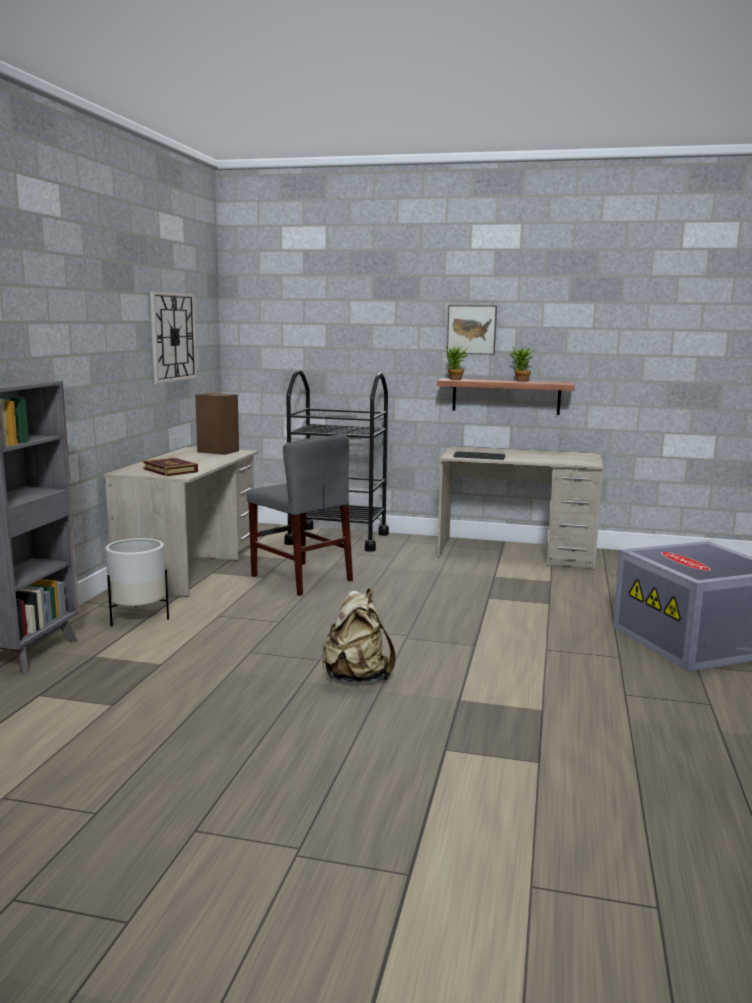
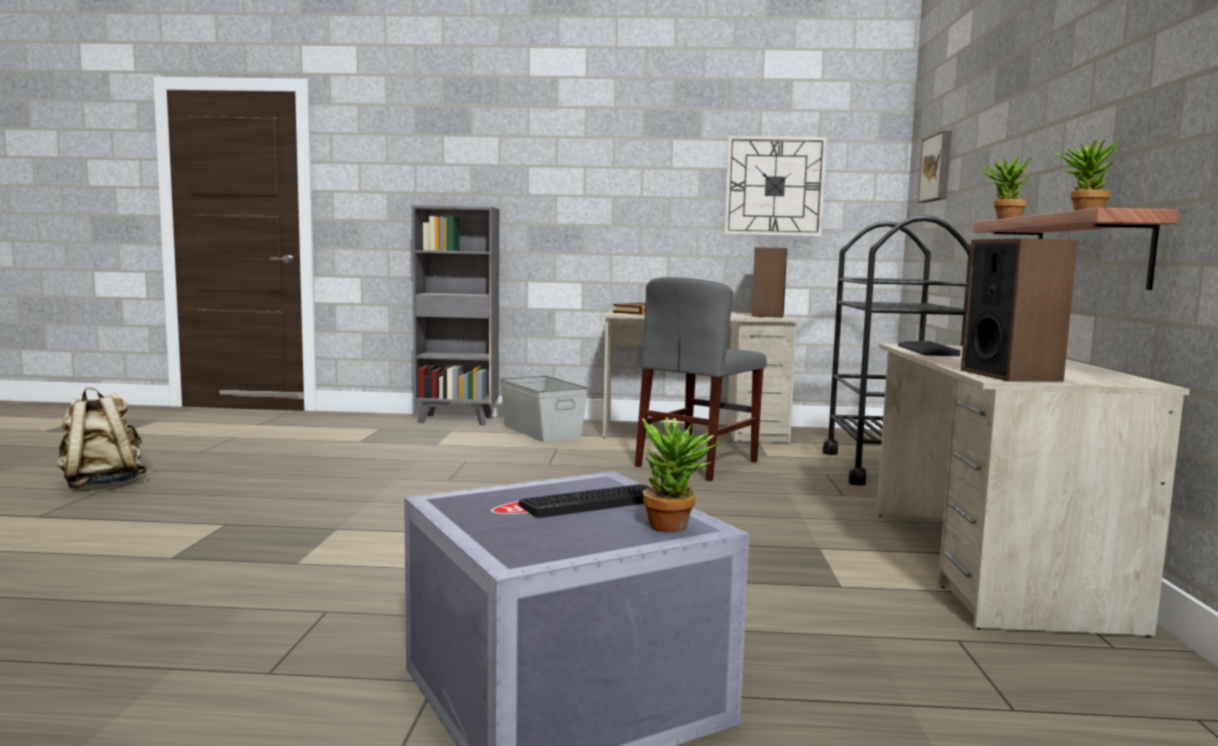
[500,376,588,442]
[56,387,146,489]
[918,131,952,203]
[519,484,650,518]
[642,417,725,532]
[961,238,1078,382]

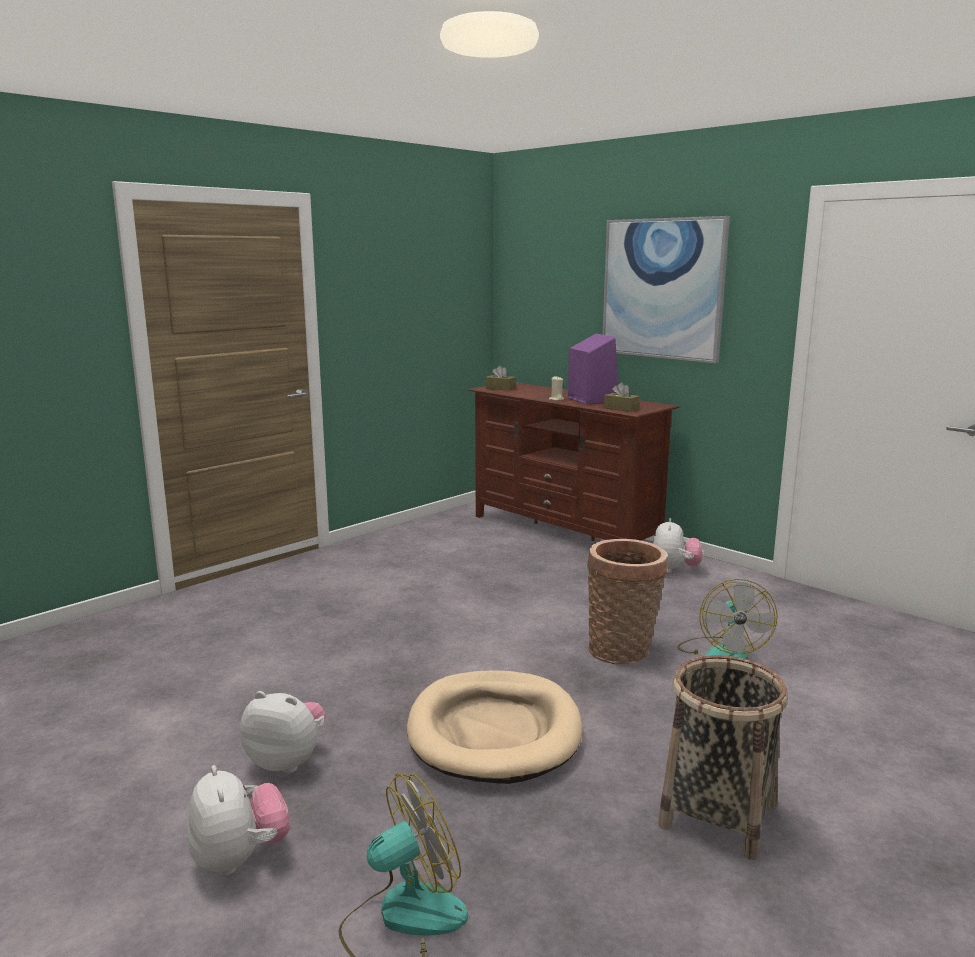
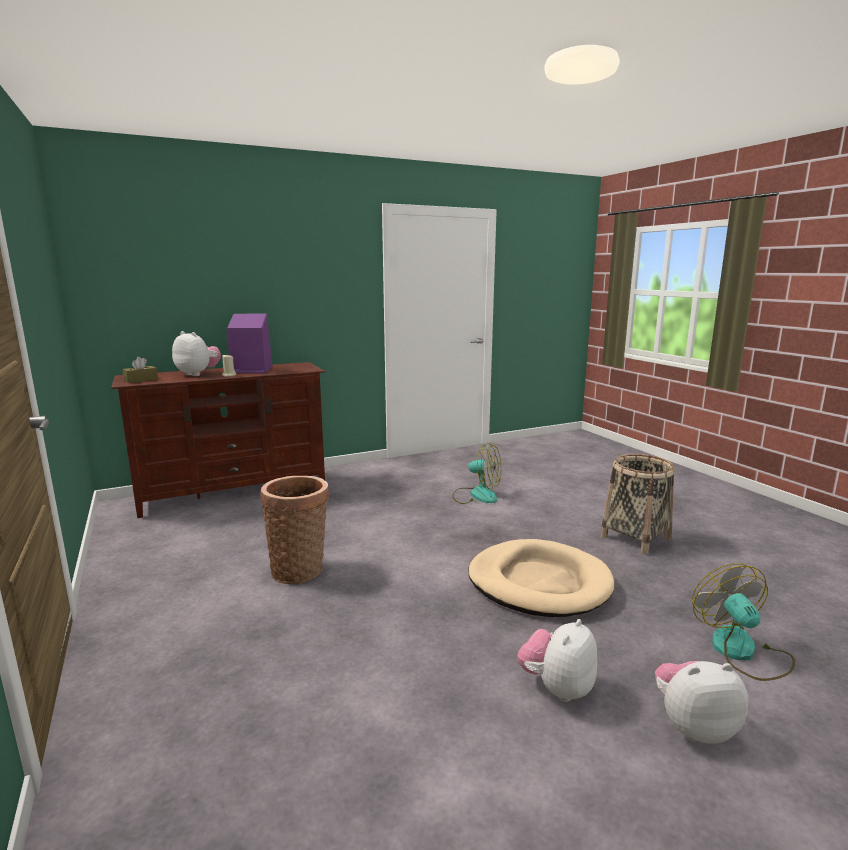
[260,476,329,584]
[603,216,730,363] (first image)
[604,382,640,412] (first image)
[172,331,221,376]

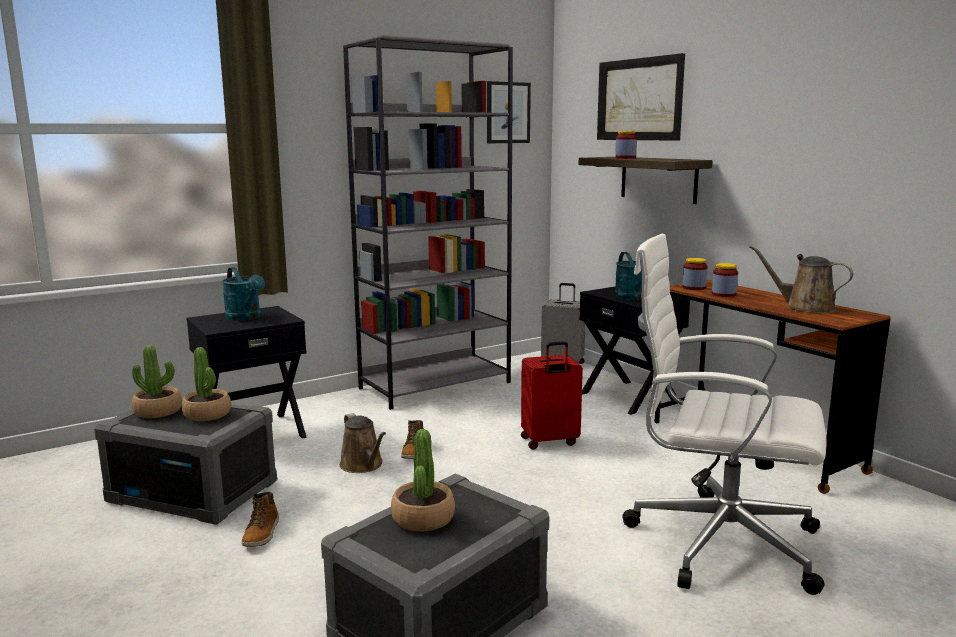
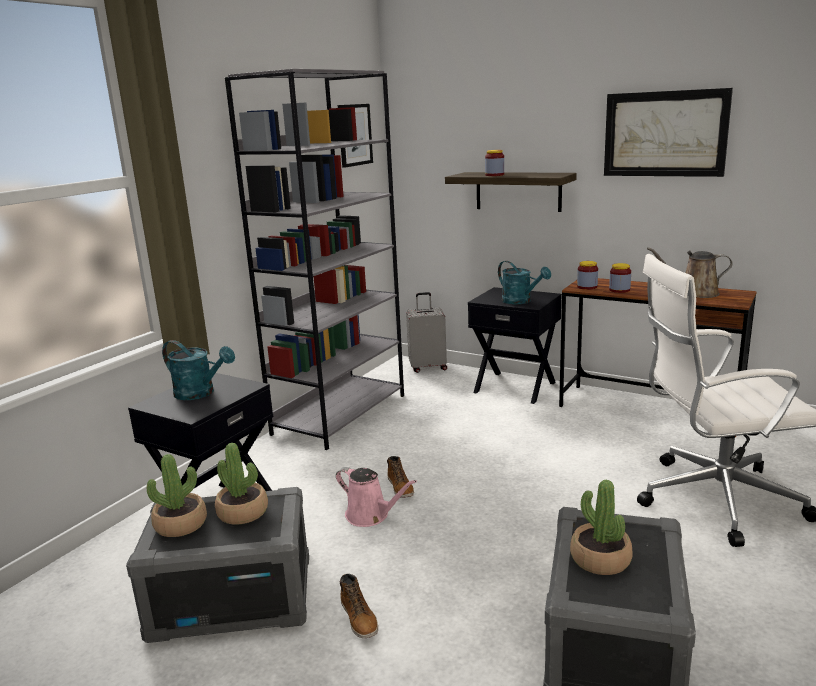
[336,467,417,527]
[521,341,583,450] (first image)
[604,88,733,177]

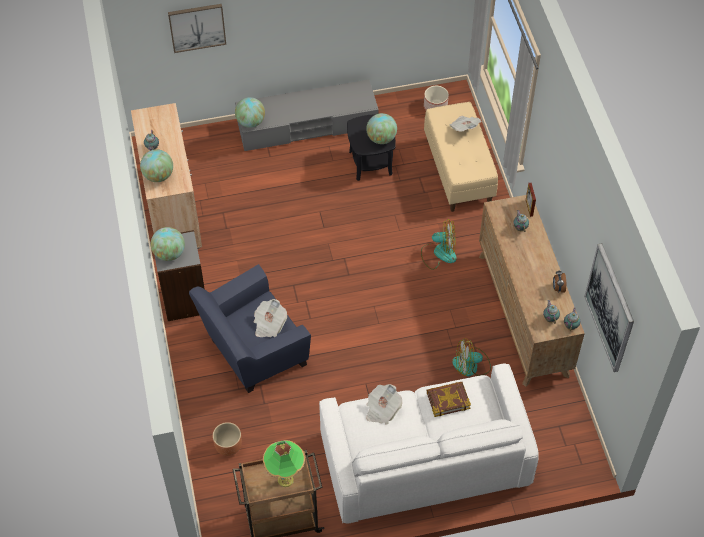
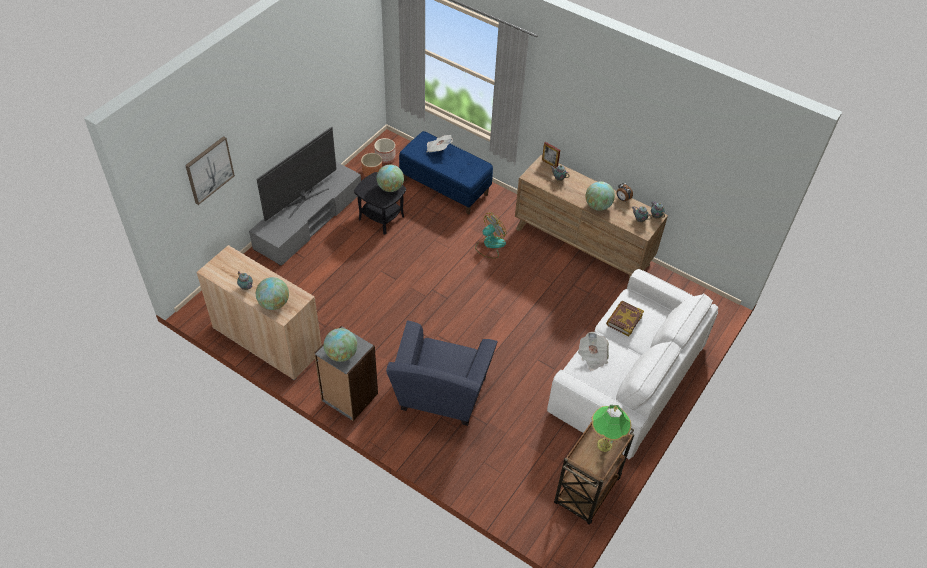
[361,153,382,177]
[586,181,615,211]
[254,299,287,337] (first image)
[399,131,493,215]
[452,338,491,376] (first image)
[584,243,634,372] (first image)
[257,126,337,221]

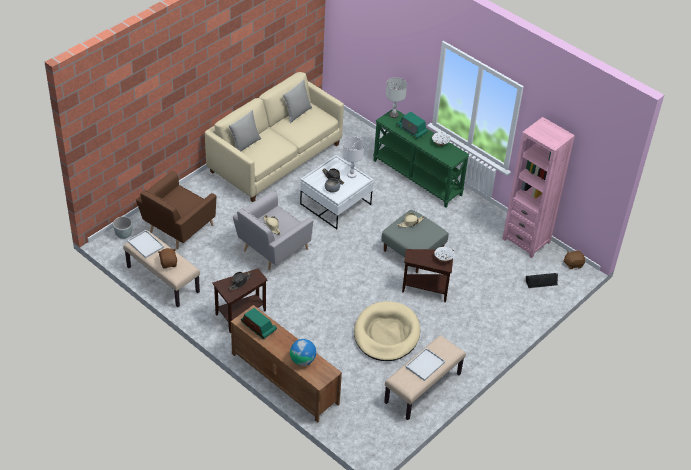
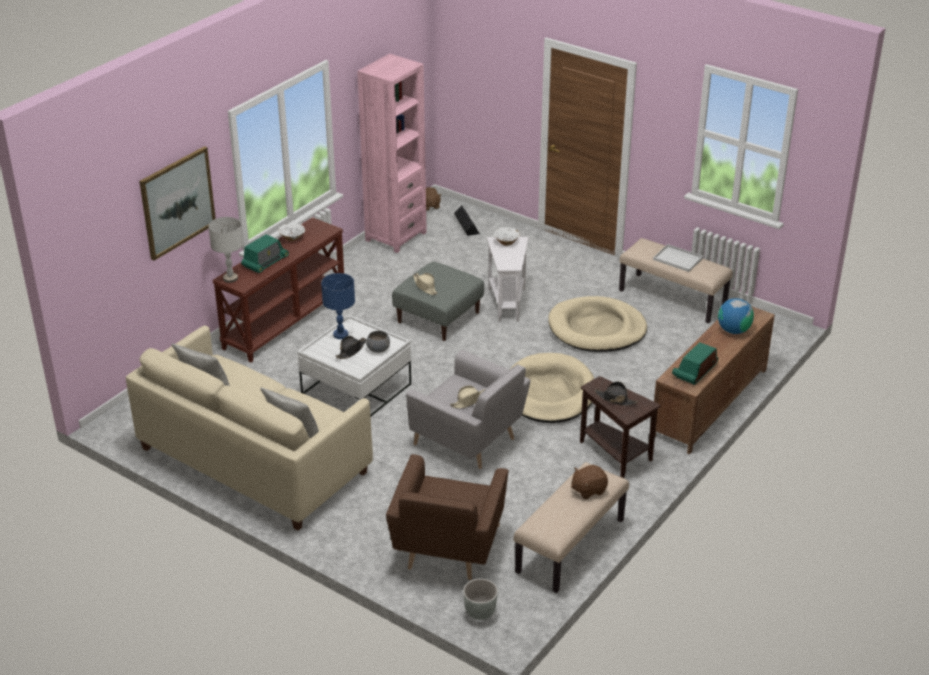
[127,230,164,258] (first image)
[386,454,509,580]
[321,273,355,339]
[212,217,344,363]
[487,237,528,322]
[139,146,216,261]
[510,353,594,423]

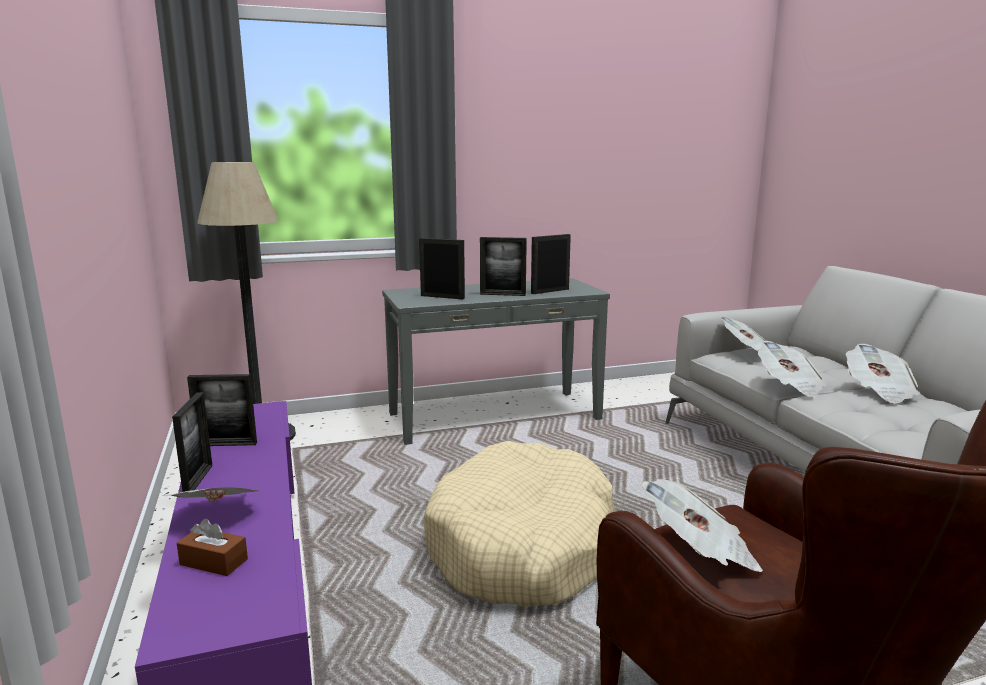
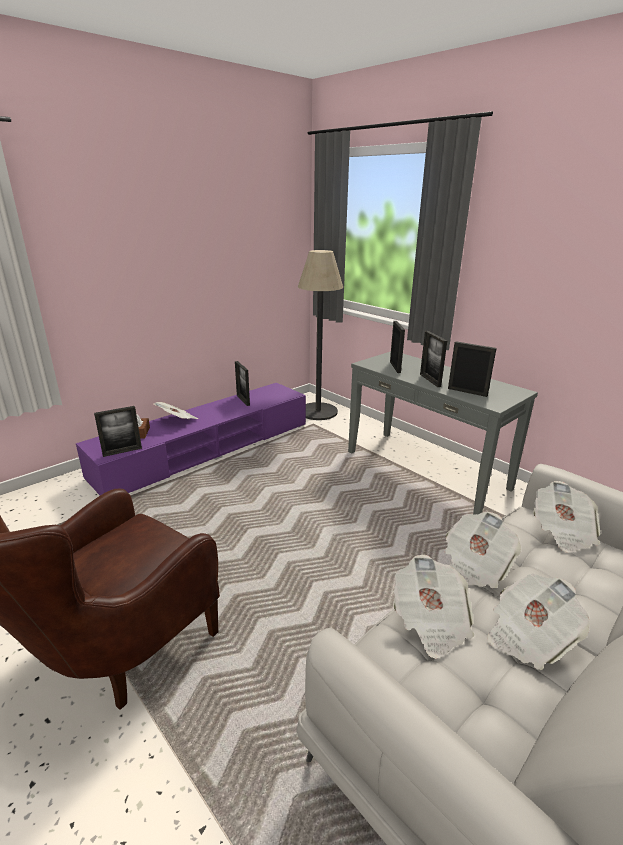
[94,406,142,457]
[424,441,615,607] (first image)
[393,555,474,659]

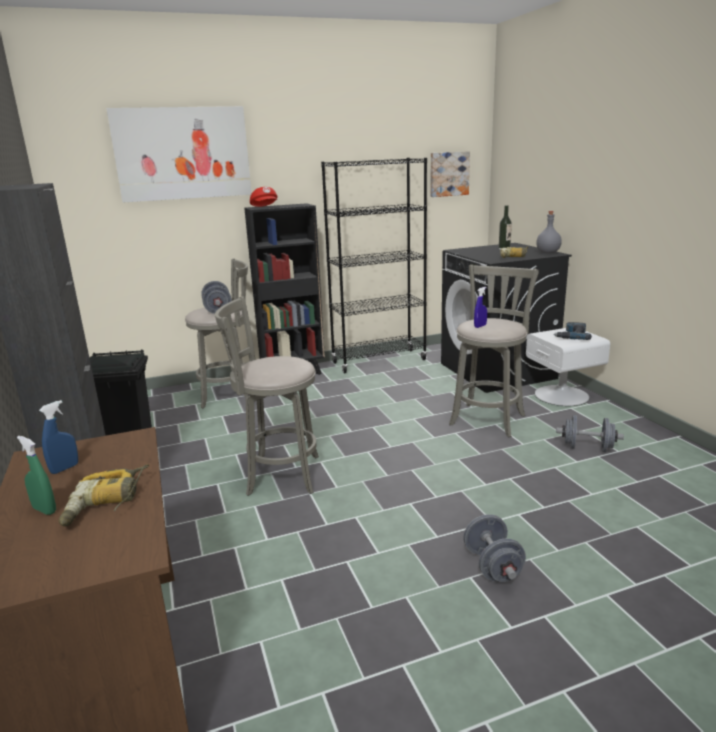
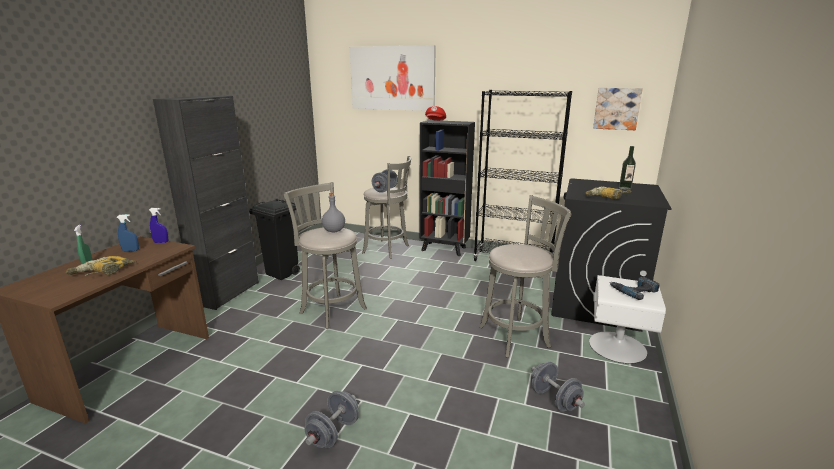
[149,208,168,243]
[322,193,345,232]

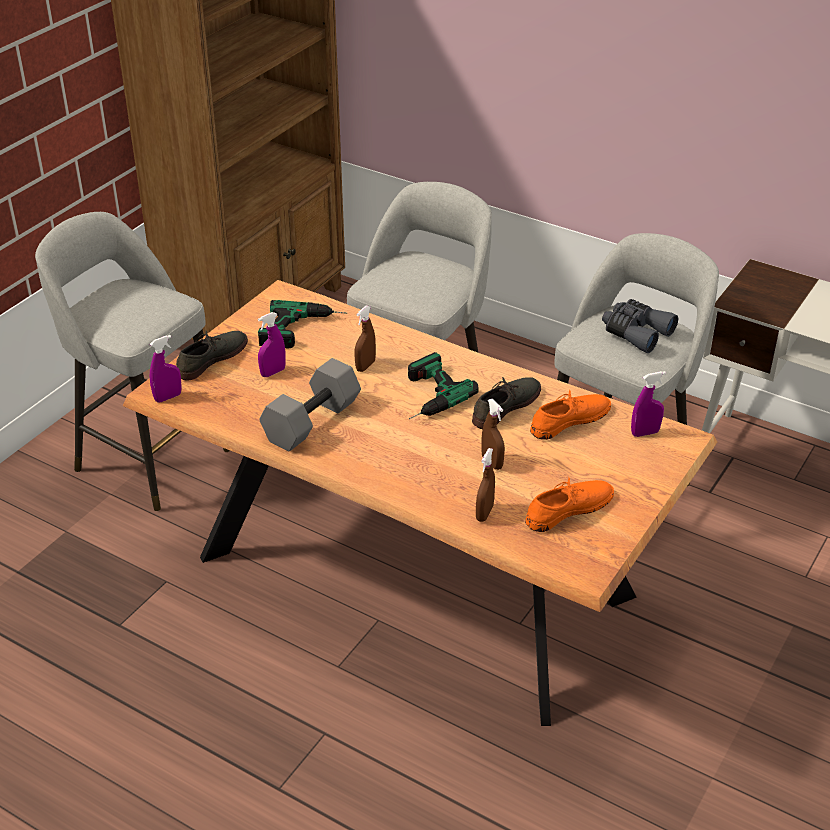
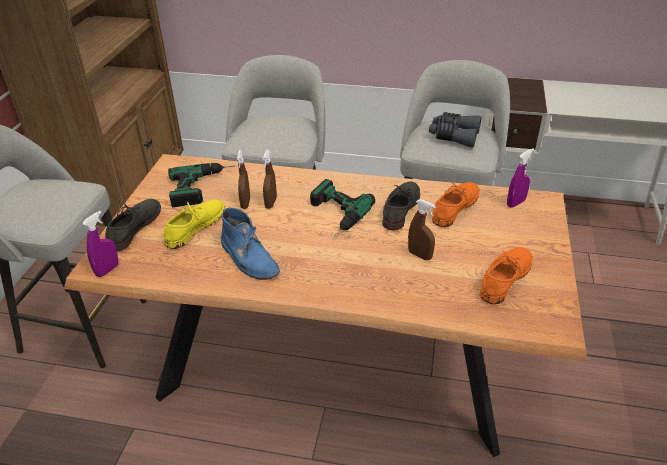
[163,200,225,249]
[221,207,280,280]
[237,150,250,209]

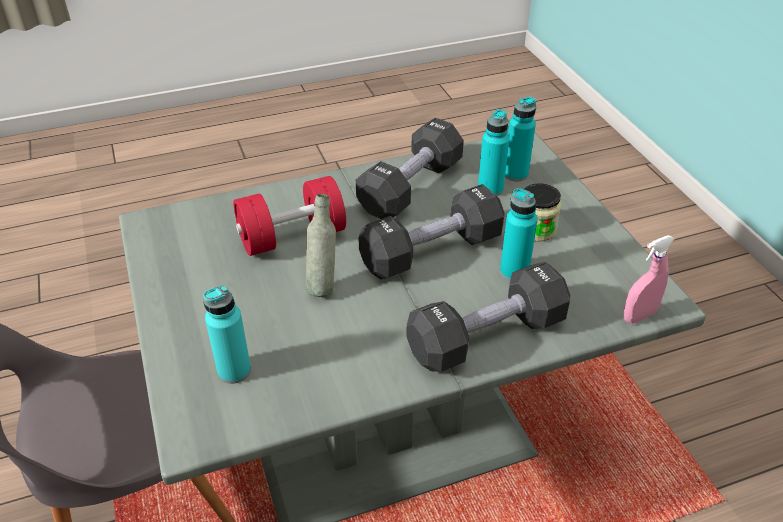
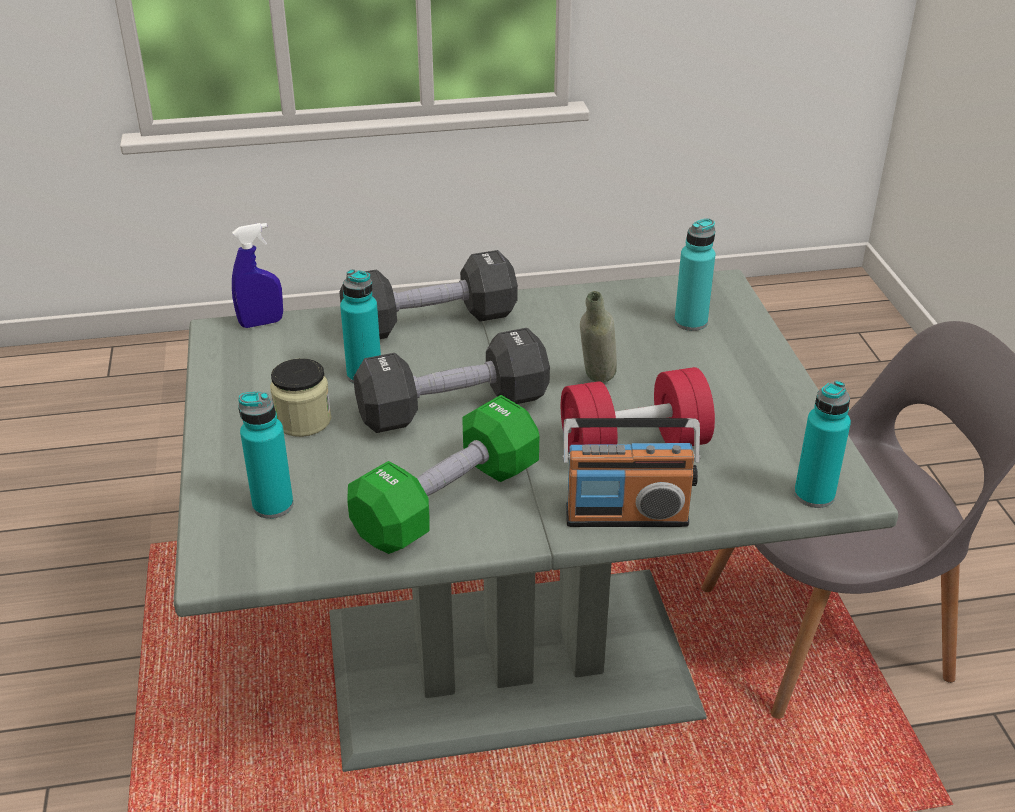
[347,395,539,554]
[794,381,851,508]
[232,223,283,328]
[562,418,700,527]

